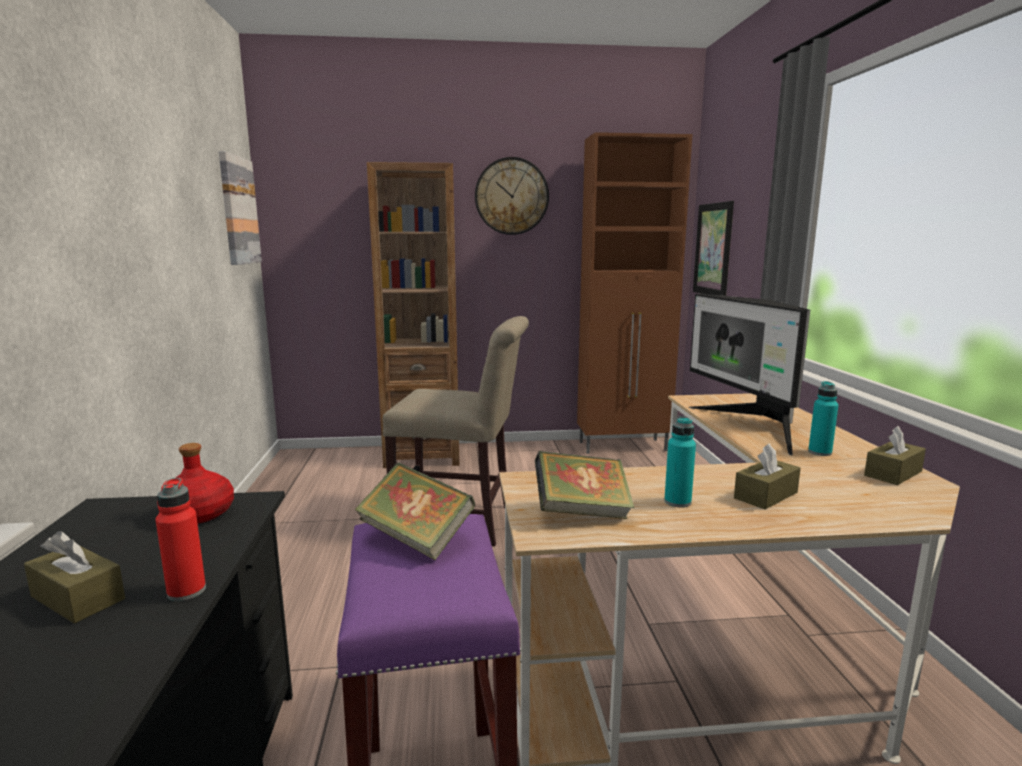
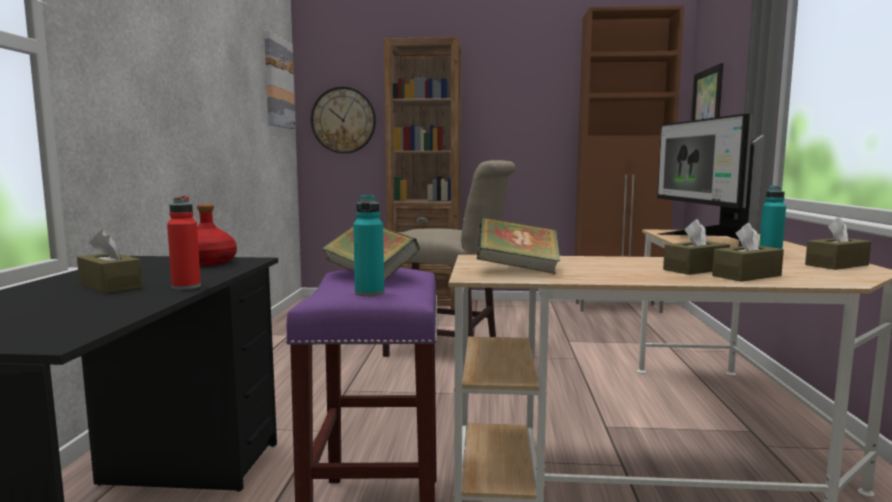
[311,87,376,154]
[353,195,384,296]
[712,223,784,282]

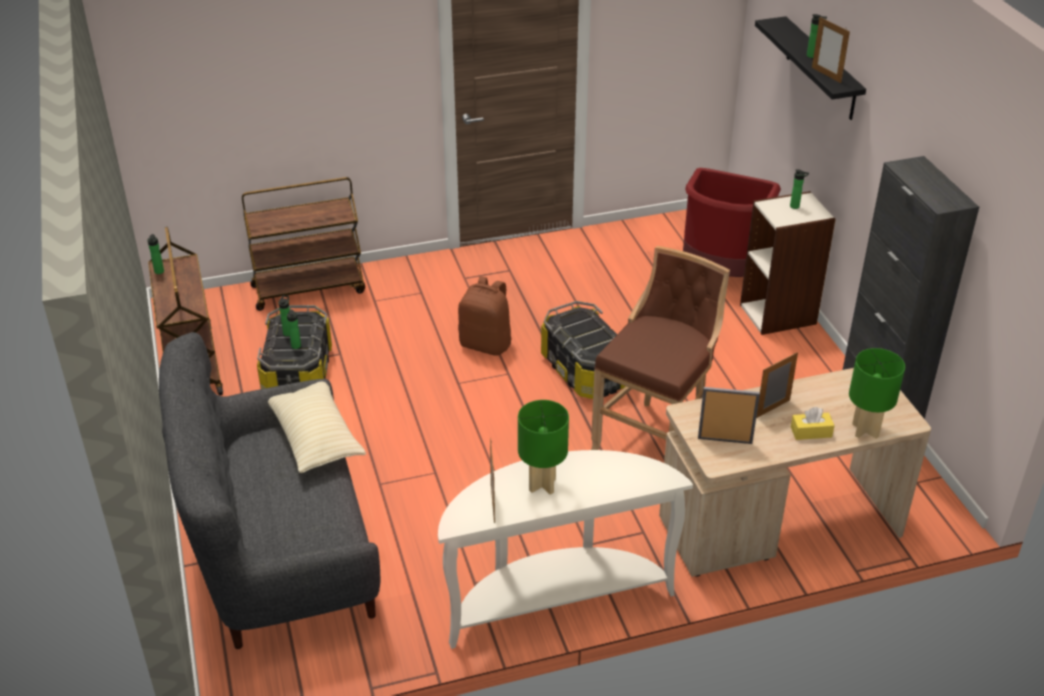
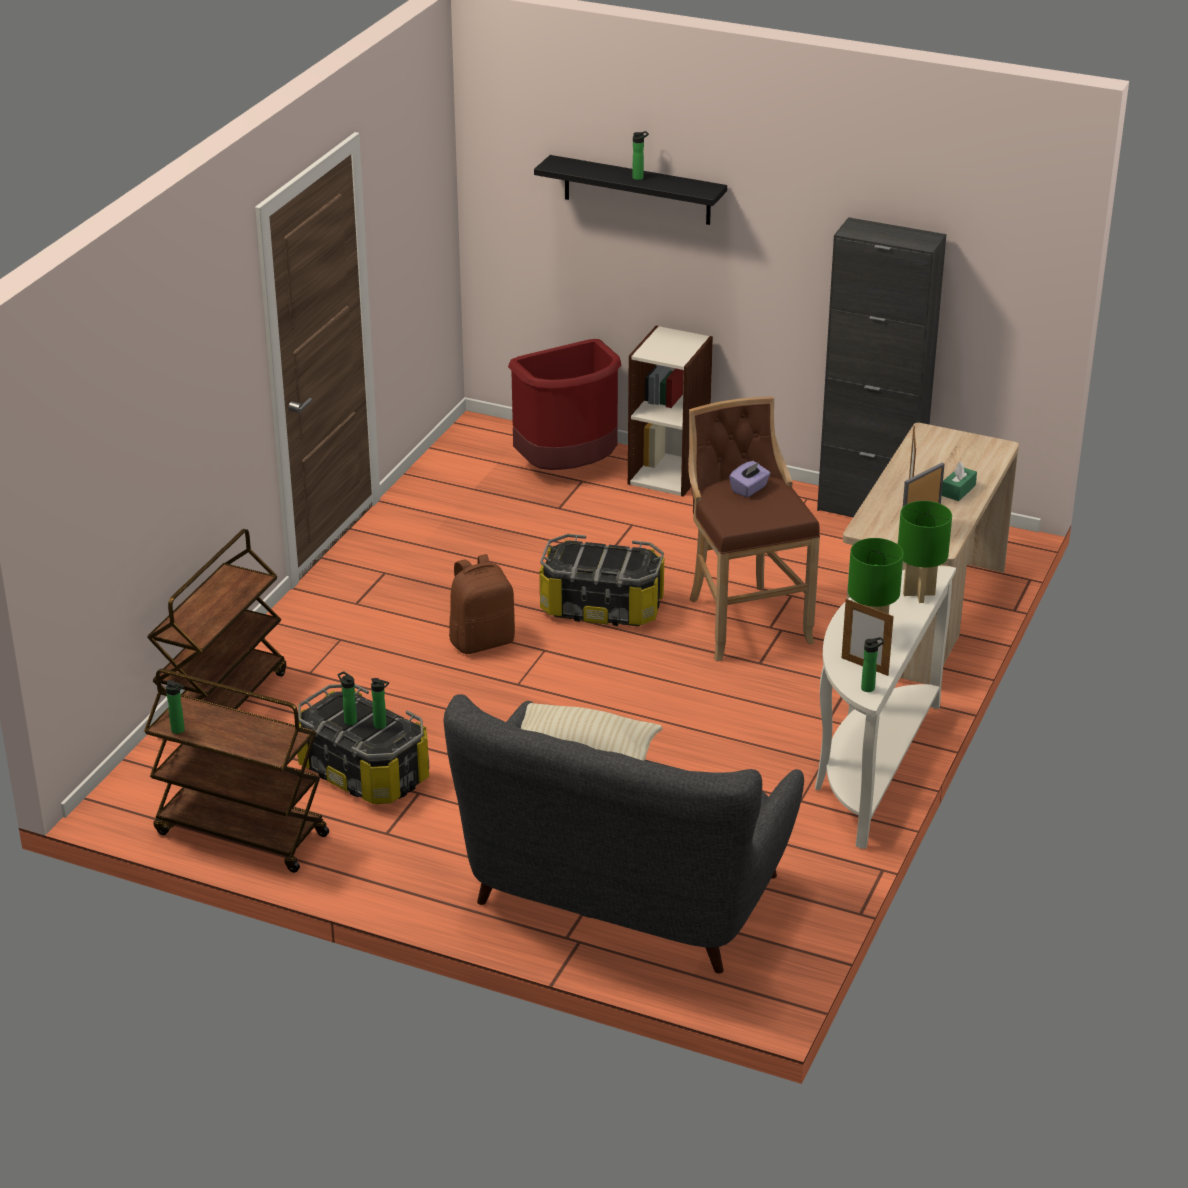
[861,637,884,692]
[942,462,977,501]
[812,17,850,83] (first image)
[898,501,952,603]
[729,461,771,497]

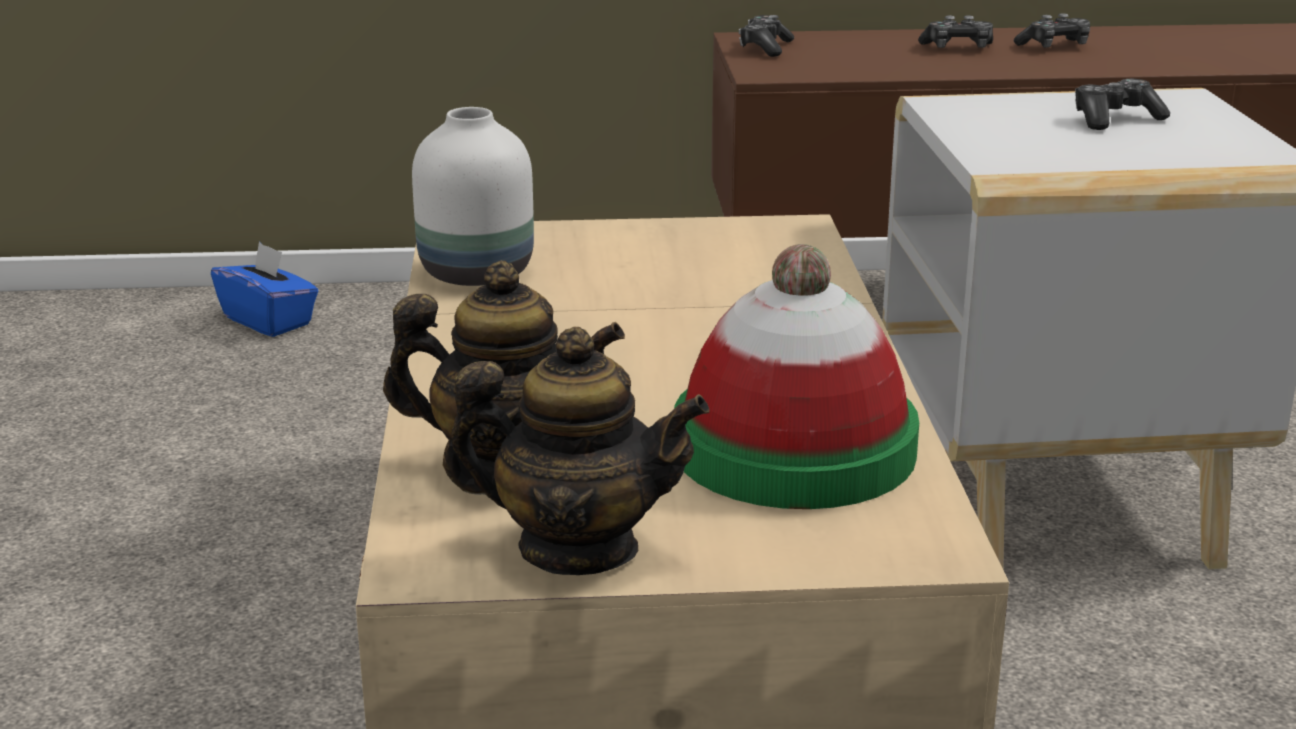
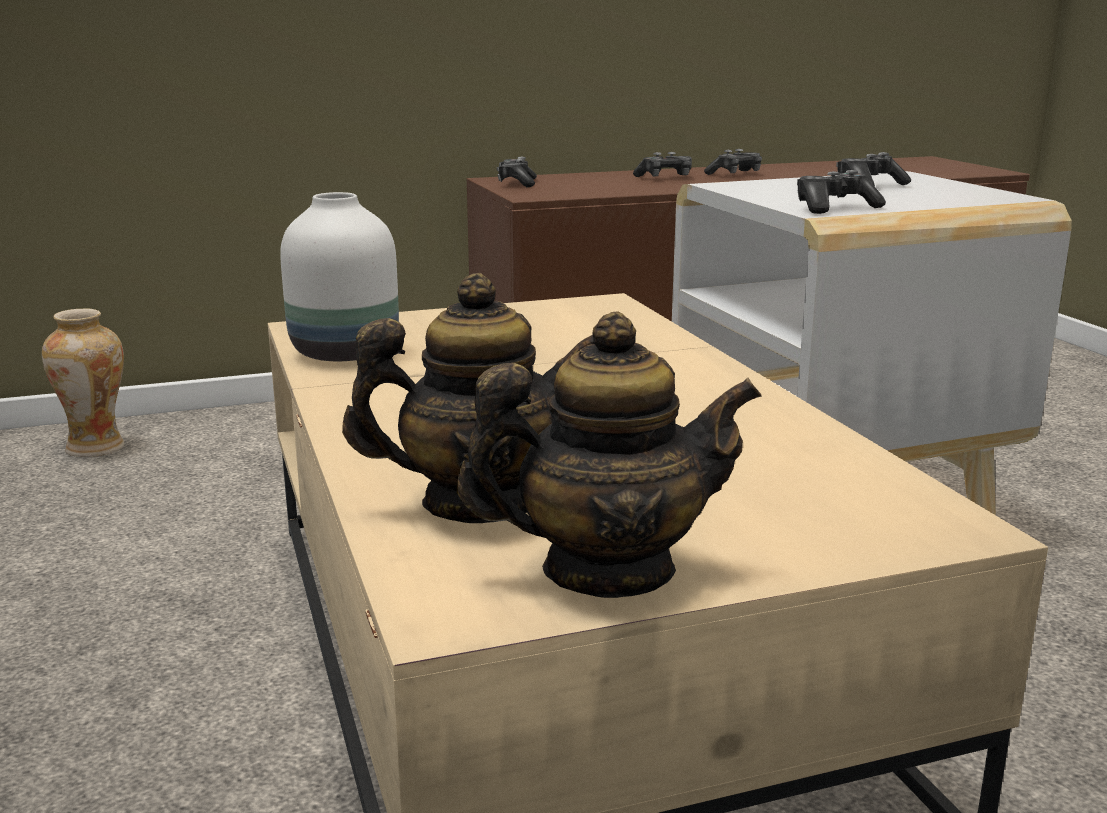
[42,309,125,457]
[674,244,919,509] (first image)
[797,170,886,214]

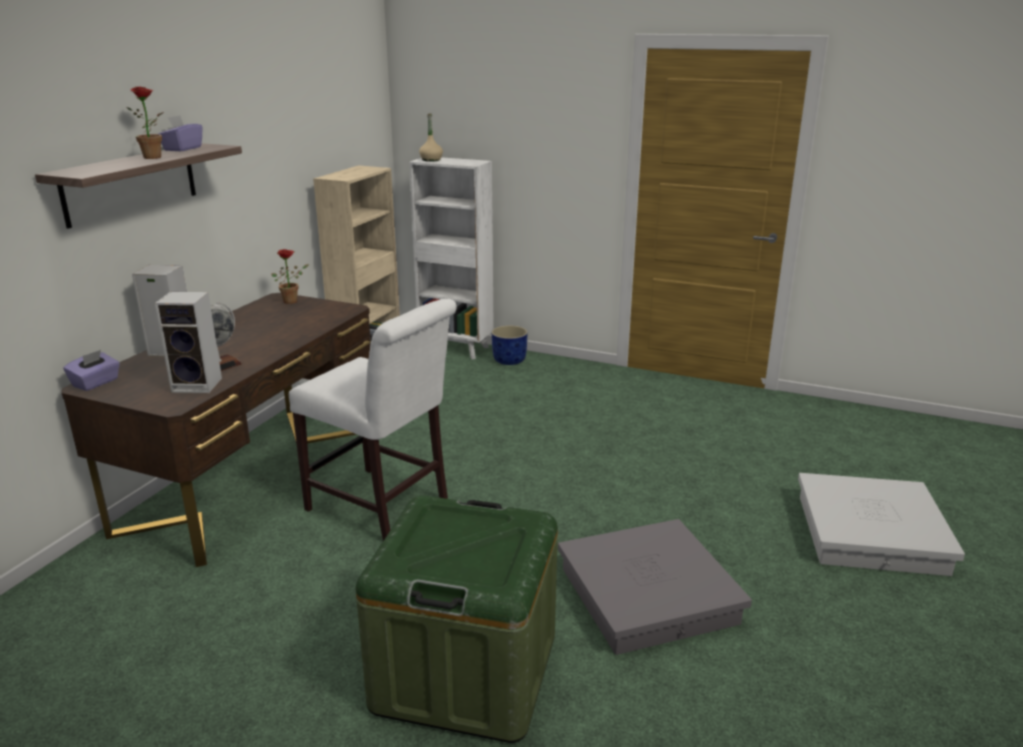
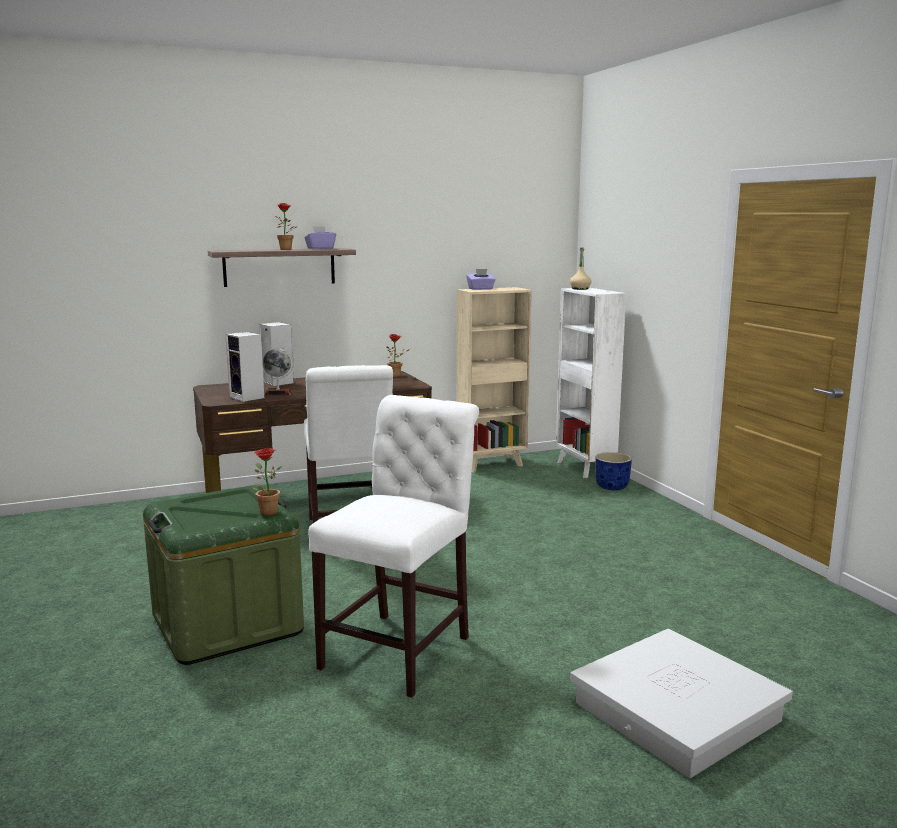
[466,269,496,290]
[308,395,479,698]
[253,448,282,516]

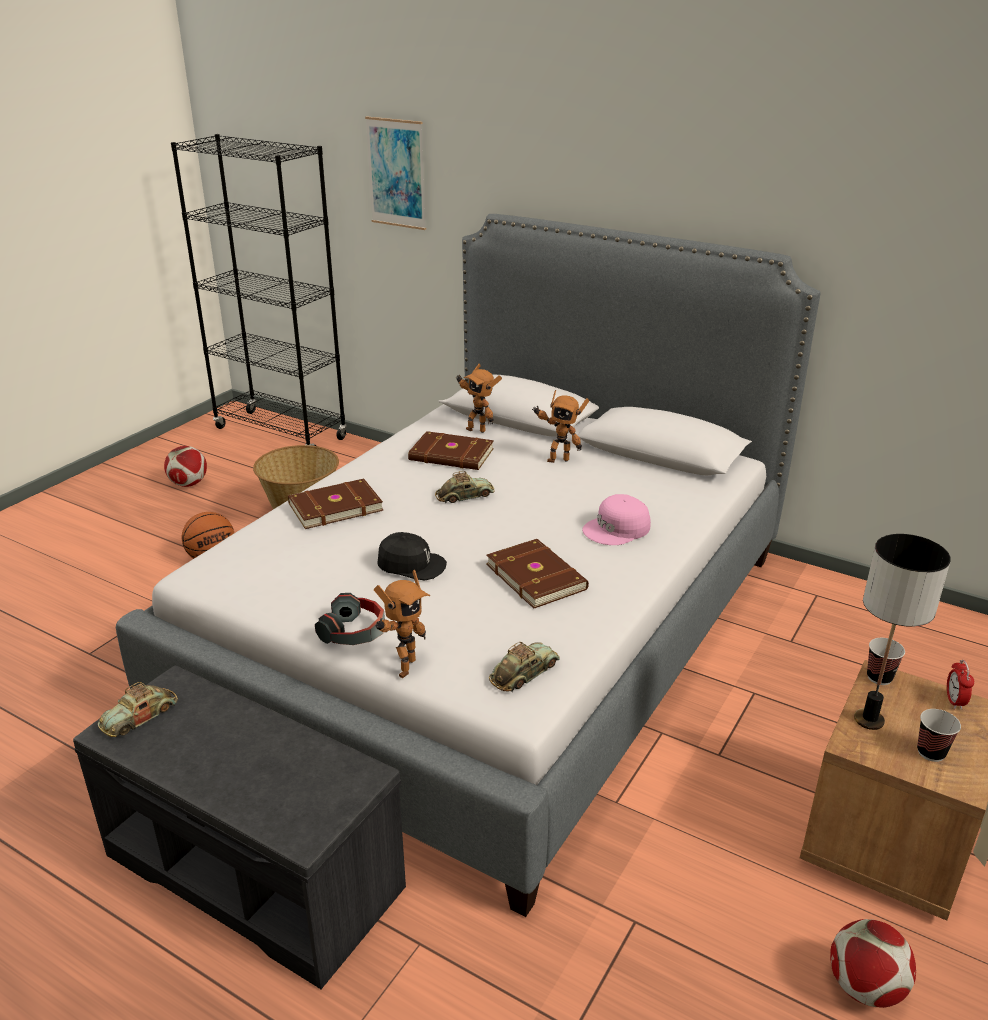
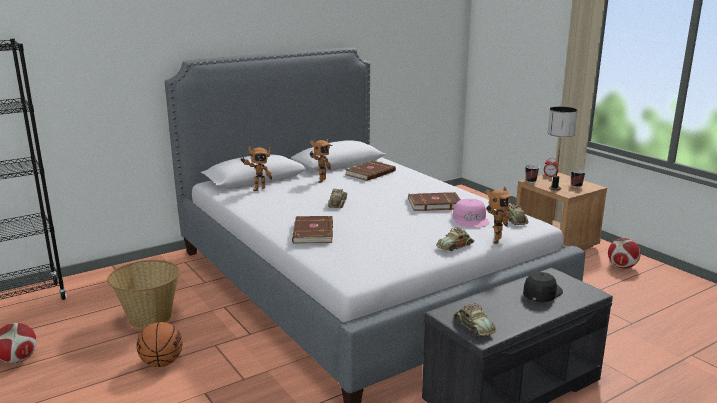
[436,227,474,251]
[365,117,426,230] (first image)
[485,187,515,244]
[523,272,563,302]
[346,161,396,181]
[453,199,489,228]

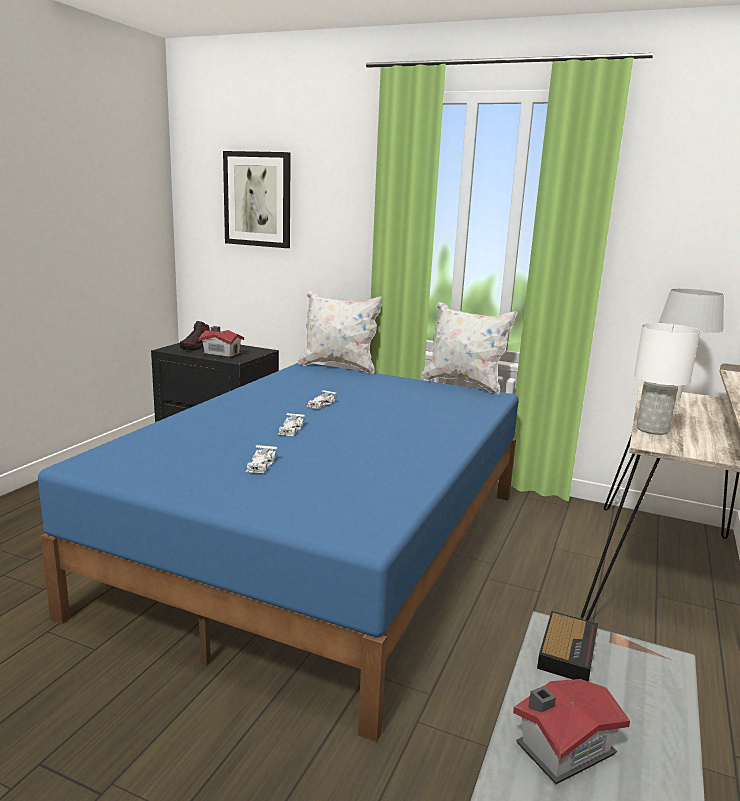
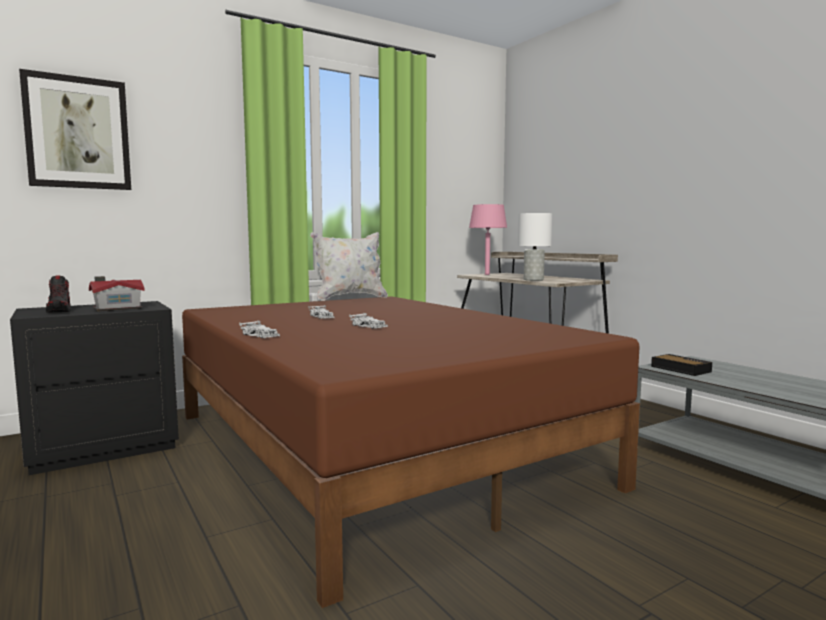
[182,296,640,608]
[239,320,280,338]
[298,291,382,374] (first image)
[513,679,630,784] (first image)
[469,204,507,275]

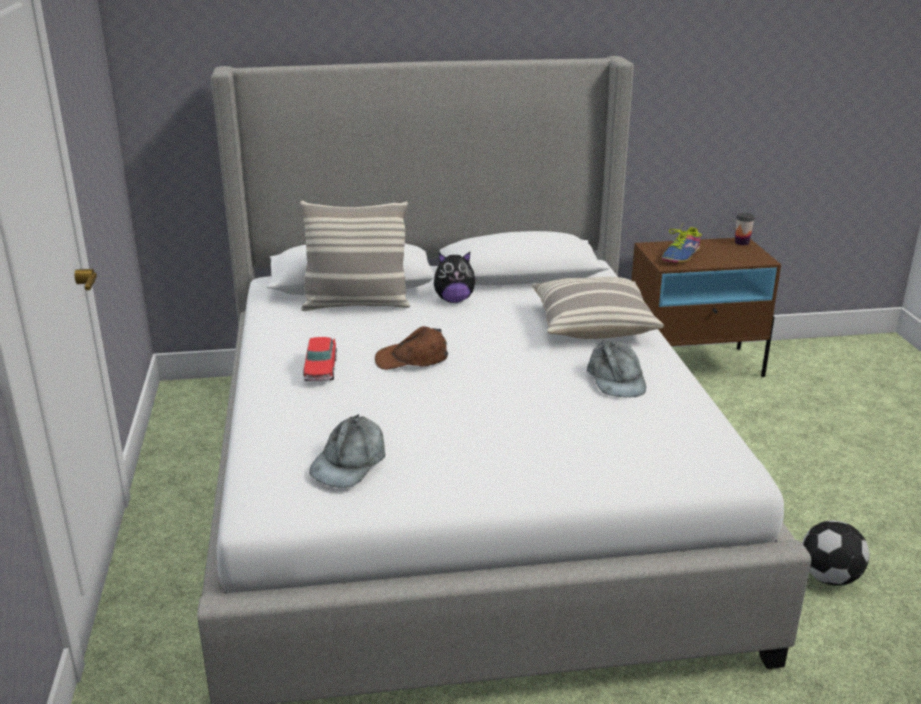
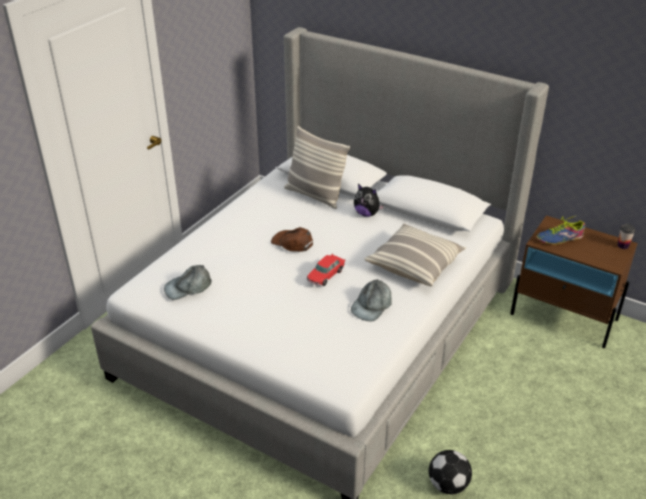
[307,254,345,286]

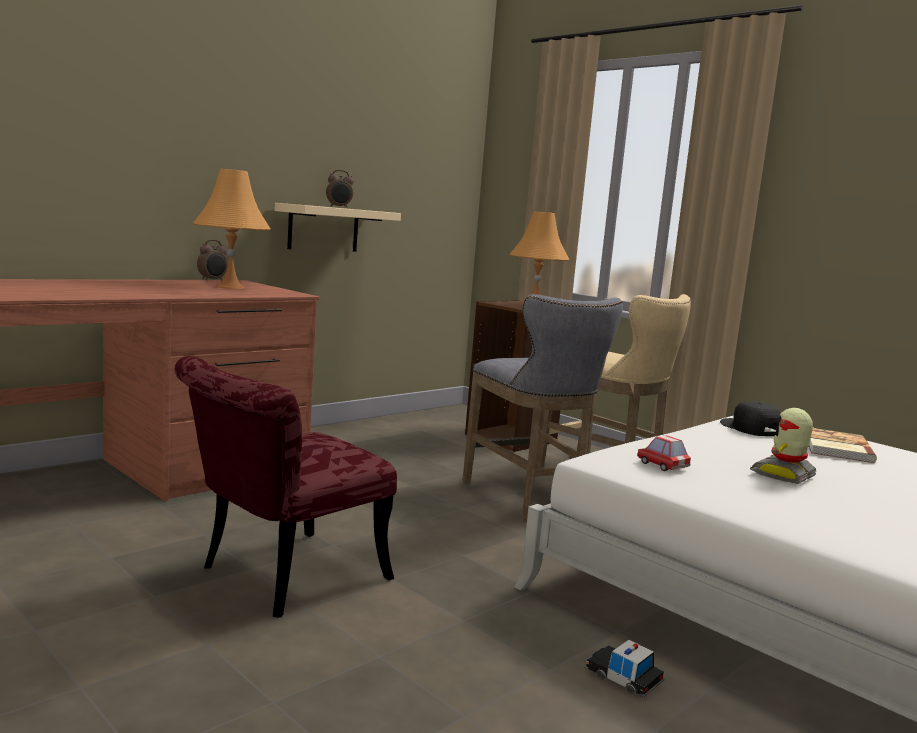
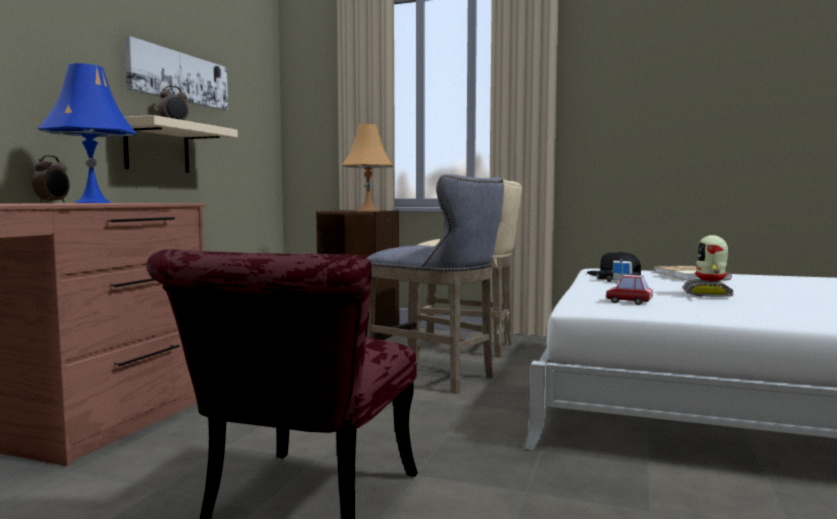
[38,63,137,203]
[597,259,639,282]
[124,36,228,110]

